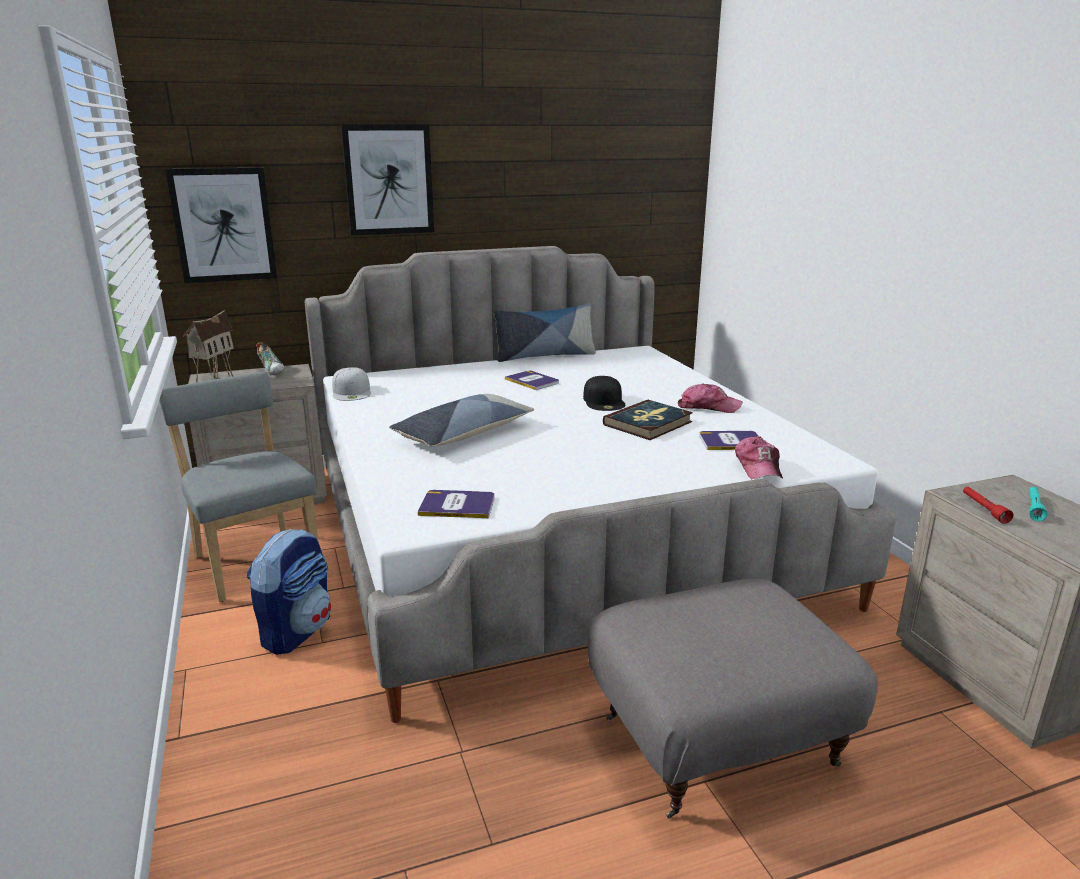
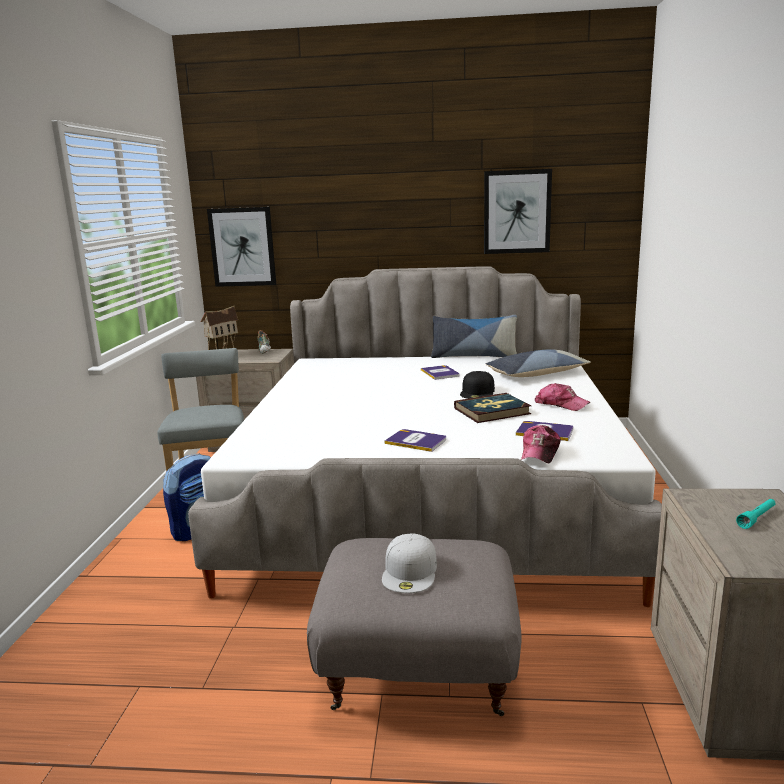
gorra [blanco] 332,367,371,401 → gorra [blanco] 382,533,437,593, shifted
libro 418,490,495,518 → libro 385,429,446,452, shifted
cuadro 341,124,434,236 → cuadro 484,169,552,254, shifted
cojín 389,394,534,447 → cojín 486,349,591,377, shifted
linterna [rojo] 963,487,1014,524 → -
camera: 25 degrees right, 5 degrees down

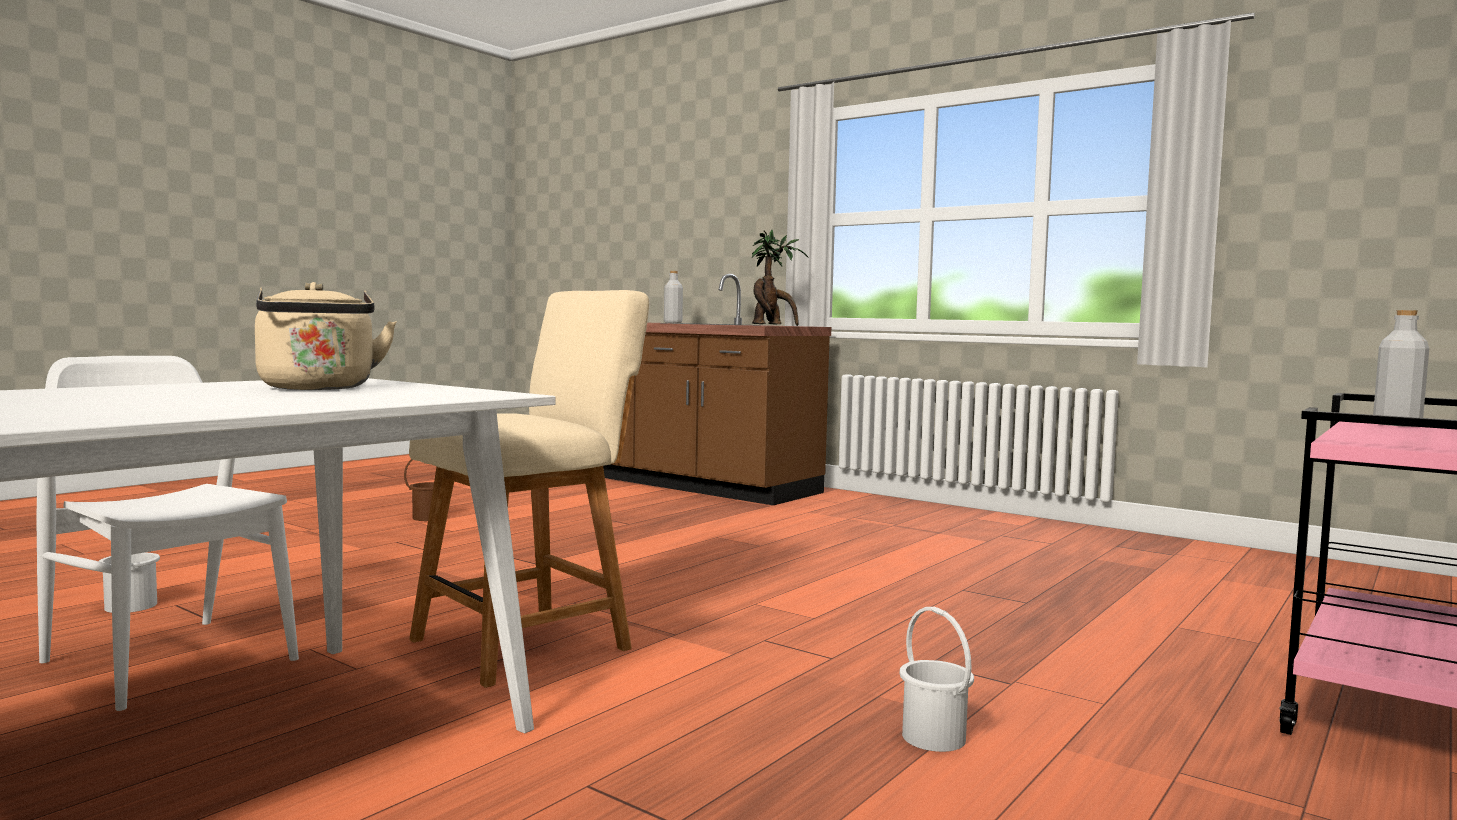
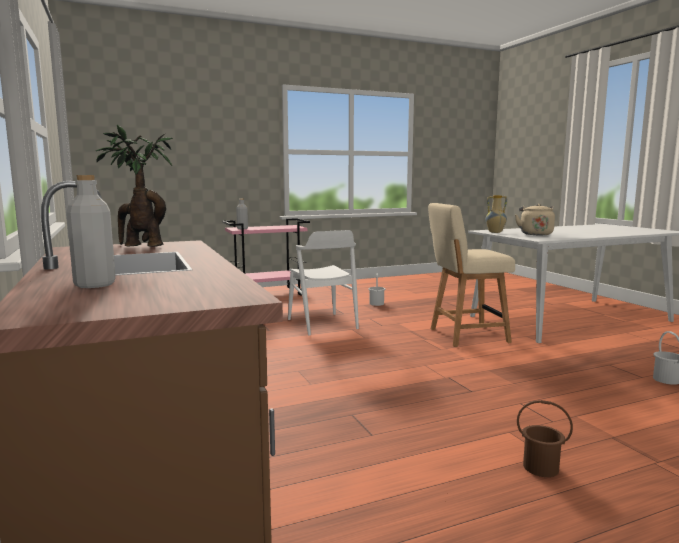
silla [blanco] 36,356,299,711 → silla [blanco] 288,230,359,335, shifted
- → florero 486,195,507,233
camera: 150 degrees left, 5 degrees up

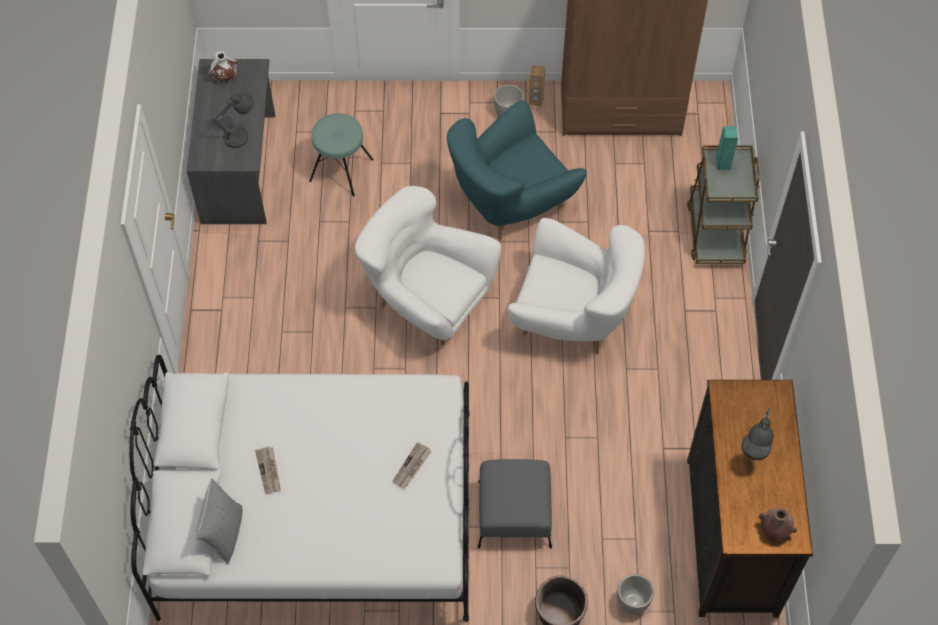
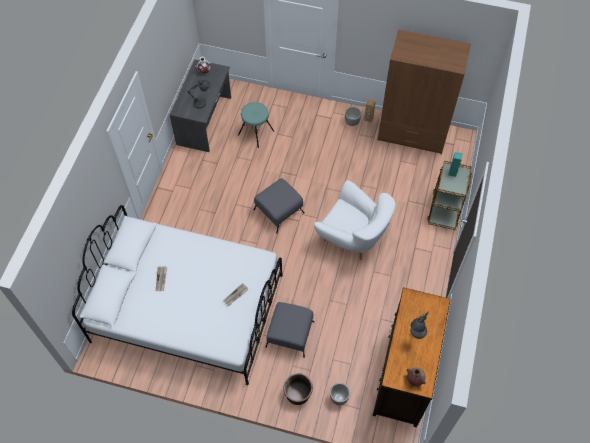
sillón [blanco] 355,186,501,345 → puf [gris] 253,178,304,234
cojín [gris] 196,478,243,565 → -
sillón [turquesa] 447,100,587,240 → -
camera: 15 degrees right, 0 degrees up

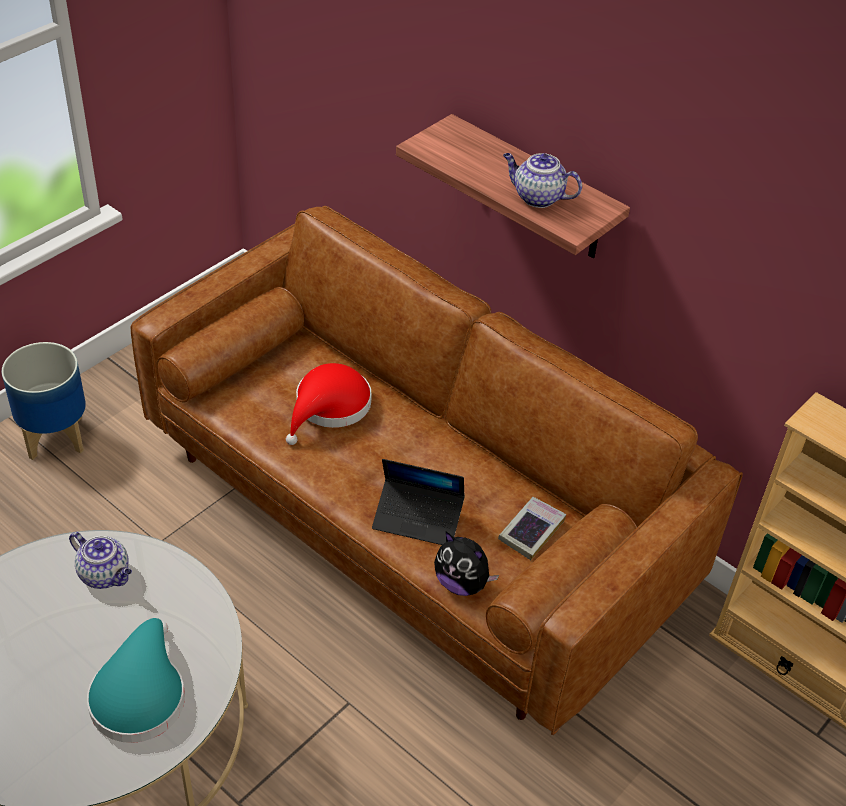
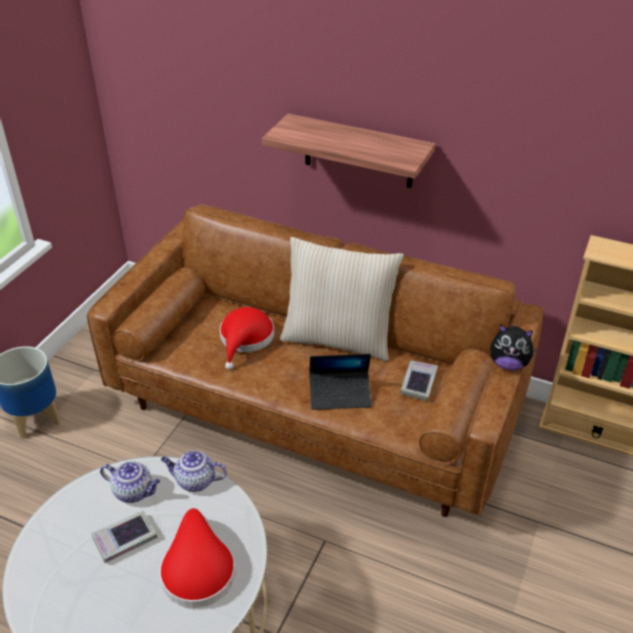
- → libro 91,510,158,563
sombrero [turquesa] 87,618,185,743 → sombrero [rojo] 159,508,235,608
tetera 503,153,582,208 → tetera 161,450,227,492, shifted
- → cojín [beis] 280,237,404,361
peluche 434,532,499,596 → peluche 490,324,537,371, shifted
camera: 15 degrees left, 5 degrees down

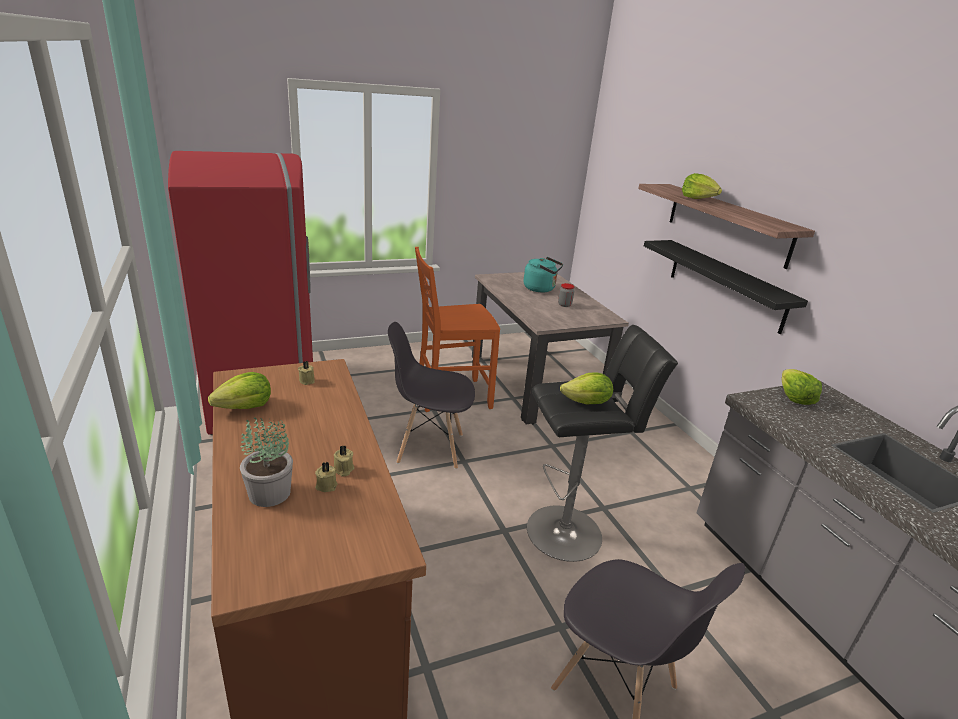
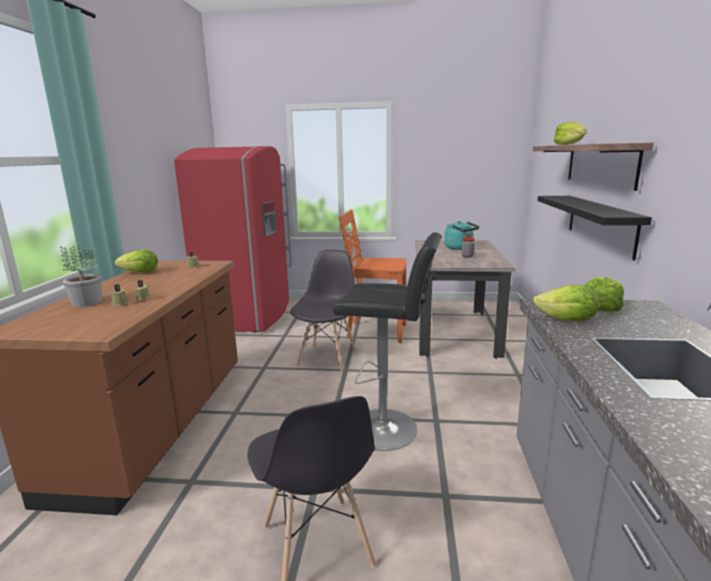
silla [gris] 388,322,475,469 → silla [gris] 291,250,357,372, 75 degrees clockwise
lechuga 560,373,613,404 → lechuga 533,285,599,321, shifted
camera: 30 degrees right, 10 degrees down

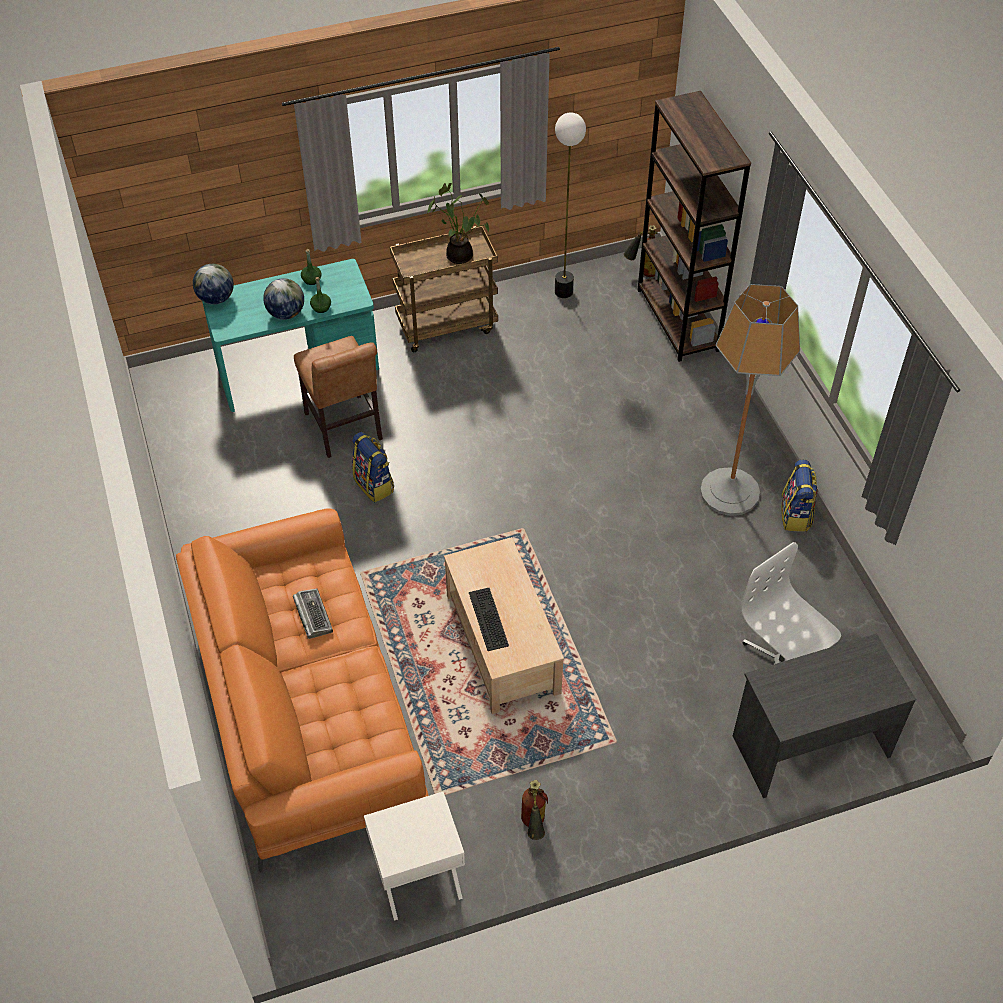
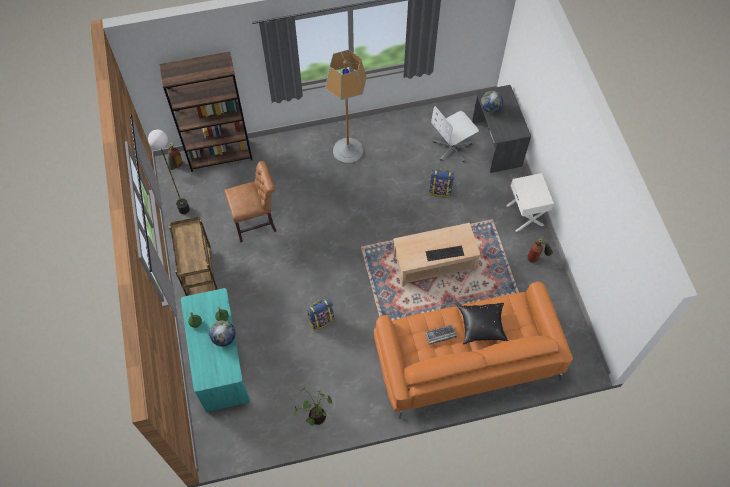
silla [marrón] 294,336,383,458 → silla [marrón] 224,161,276,242, shifted
planta en maceta 427,183,489,264 → planta en maceta 294,387,333,426, shifted
mochila 781,460,818,532 → mochila 429,169,454,198, shifted
- → cojín [negro] 458,303,508,344
globo terráqueo 193,264,234,305 → globo terráqueo 481,91,503,113, shifted
mesita de noche [blanco] 364,792,465,921 → mesita de noche [blanco] 506,173,554,232, shifted
camera: 85 degrees left, 10 degrees up

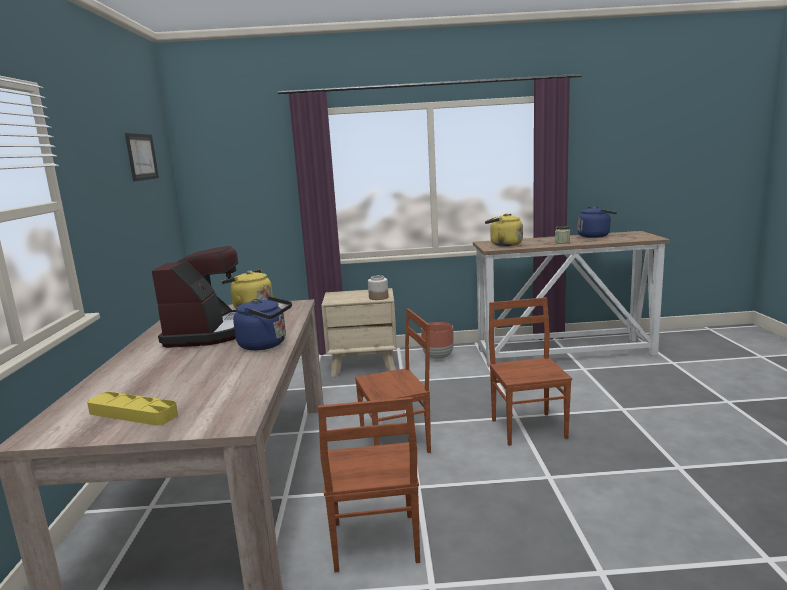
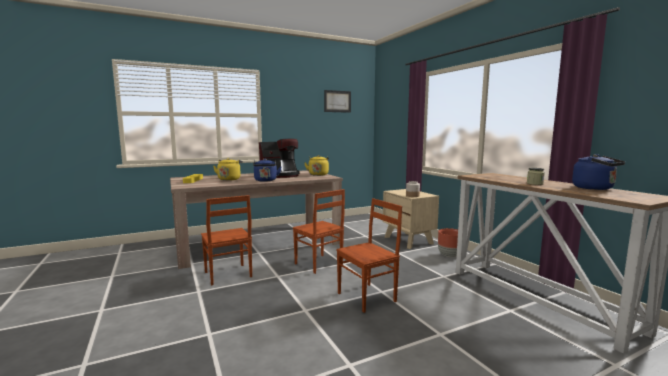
silla [marrón] 318,397,420,573 → silla [marrón] 201,195,252,286, 90 degrees counterclockwise
hervidor [amarillo] 485,214,523,246 → hervidor [amarillo] 213,158,243,181, shifted
camera: 65 degrees right, 5 degrees down

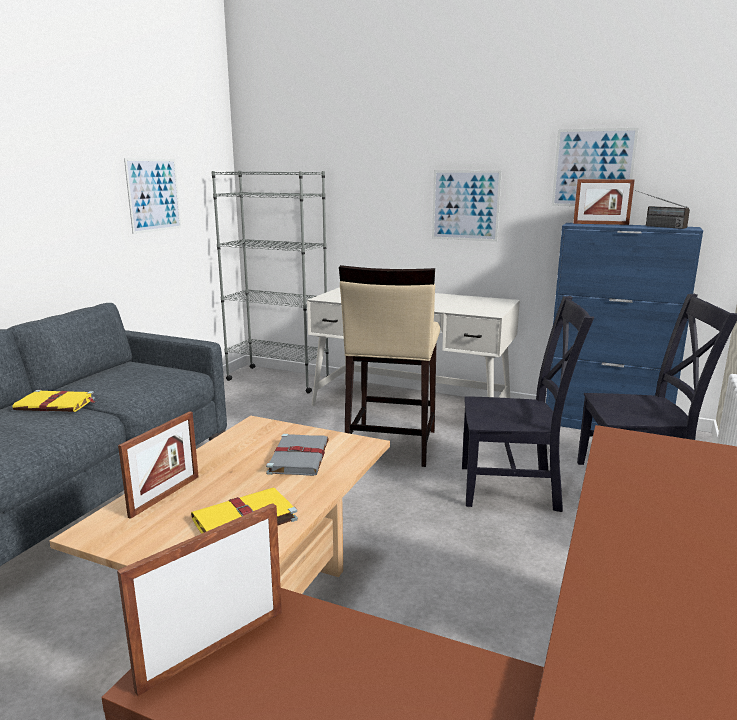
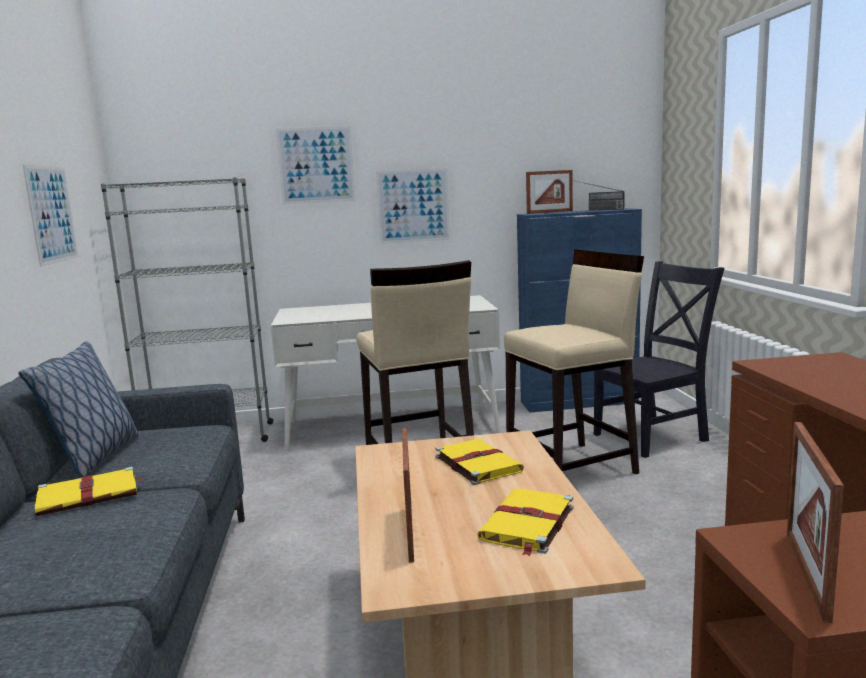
- → cojín 19,341,139,478
cuadro 552,128,639,206 → cuadro 276,126,356,204, shifted
libro [gris] 266,434,329,476 → libro [amarillo] 435,439,524,485
silla [negro] 462,296,594,512 → taburete [beis] 504,249,644,474
camera: 30 degrees left, 5 degrees down

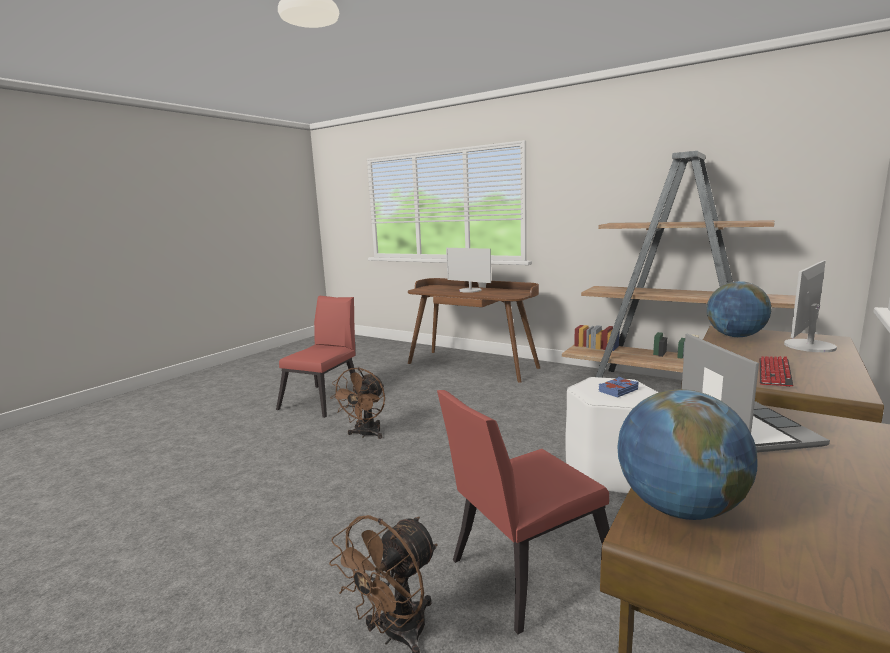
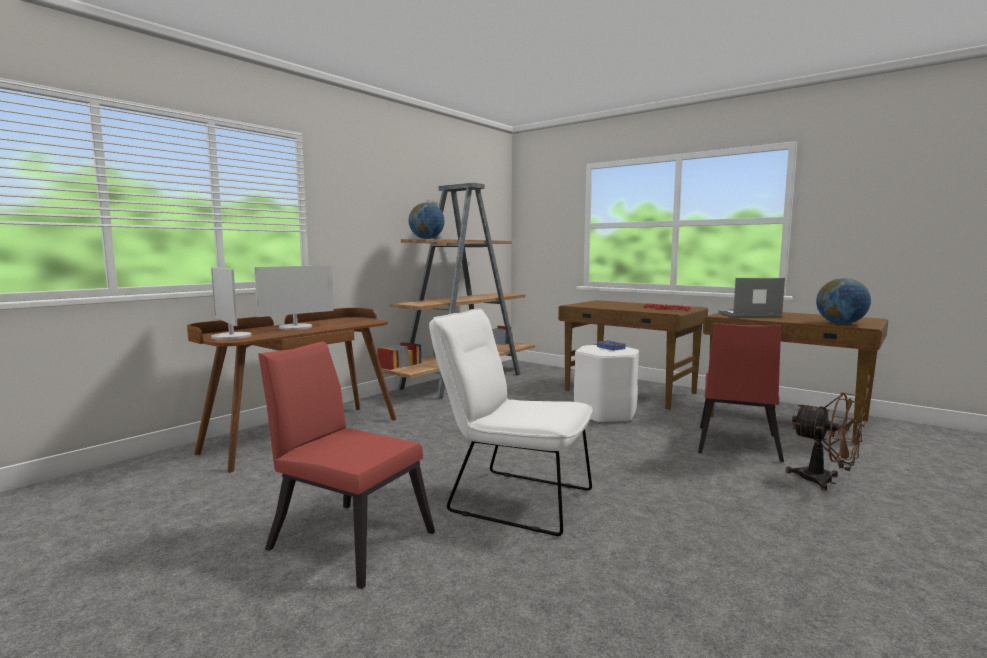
monitor 784,260,837,352 → monitor 211,267,251,339, shifted
globo terráqueo 707,281,771,337 → globo terráqueo 409,203,445,239, shifted
ventilador [marrón] 330,367,385,439 → silla [blanco] 429,308,593,536
silla [rojo] 437,390,610,634 → silla [rojo] 698,323,784,462, 45 degrees clockwise
camera: 85 degrees left, 5 degrees down

